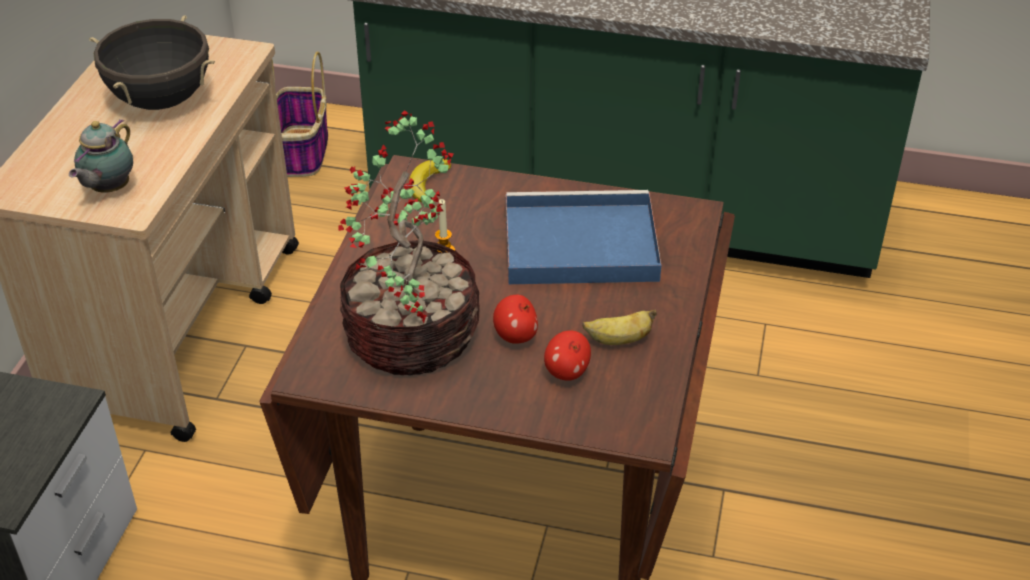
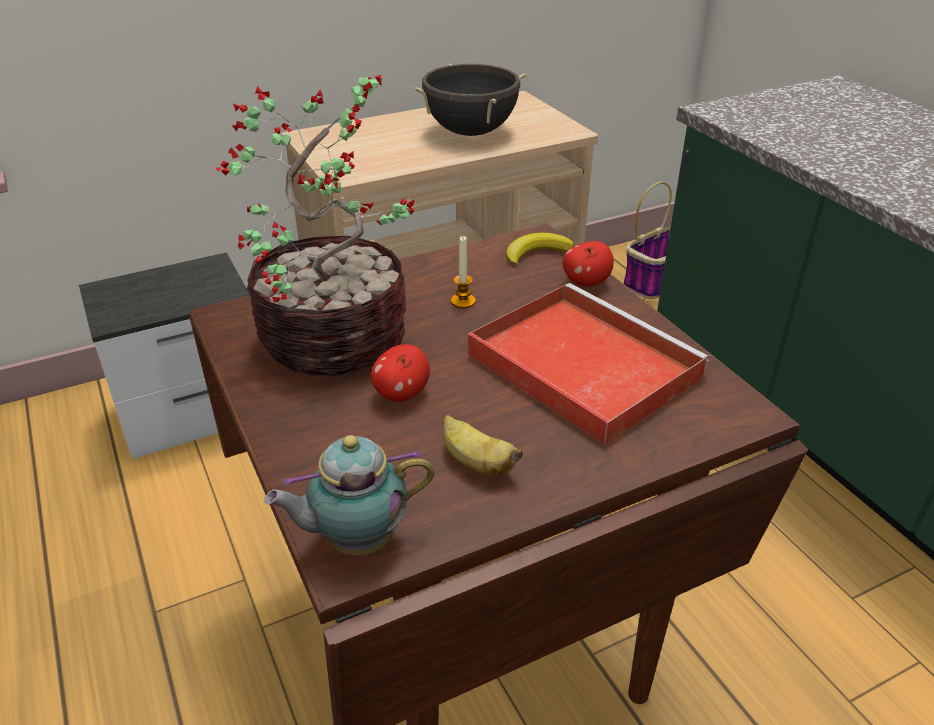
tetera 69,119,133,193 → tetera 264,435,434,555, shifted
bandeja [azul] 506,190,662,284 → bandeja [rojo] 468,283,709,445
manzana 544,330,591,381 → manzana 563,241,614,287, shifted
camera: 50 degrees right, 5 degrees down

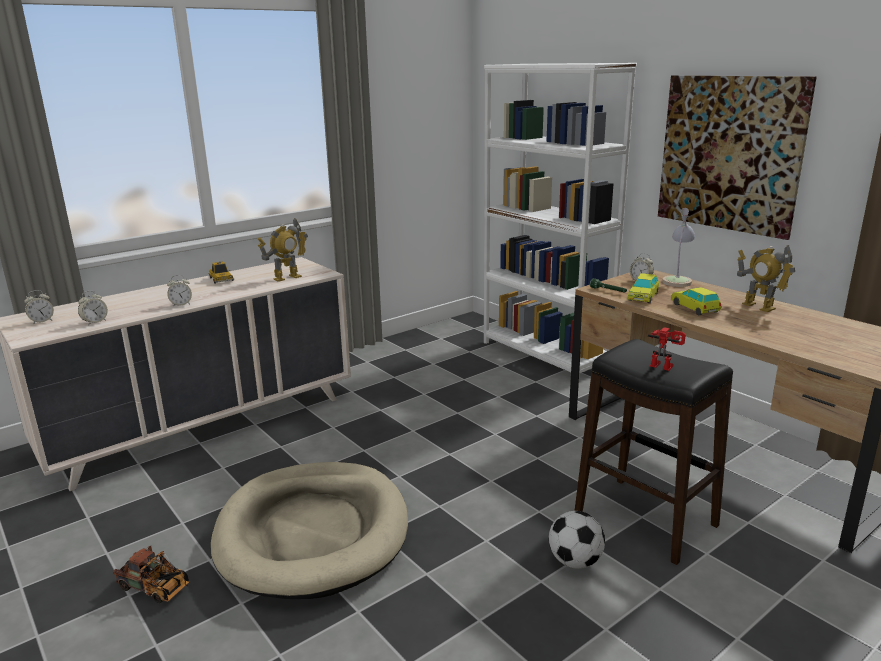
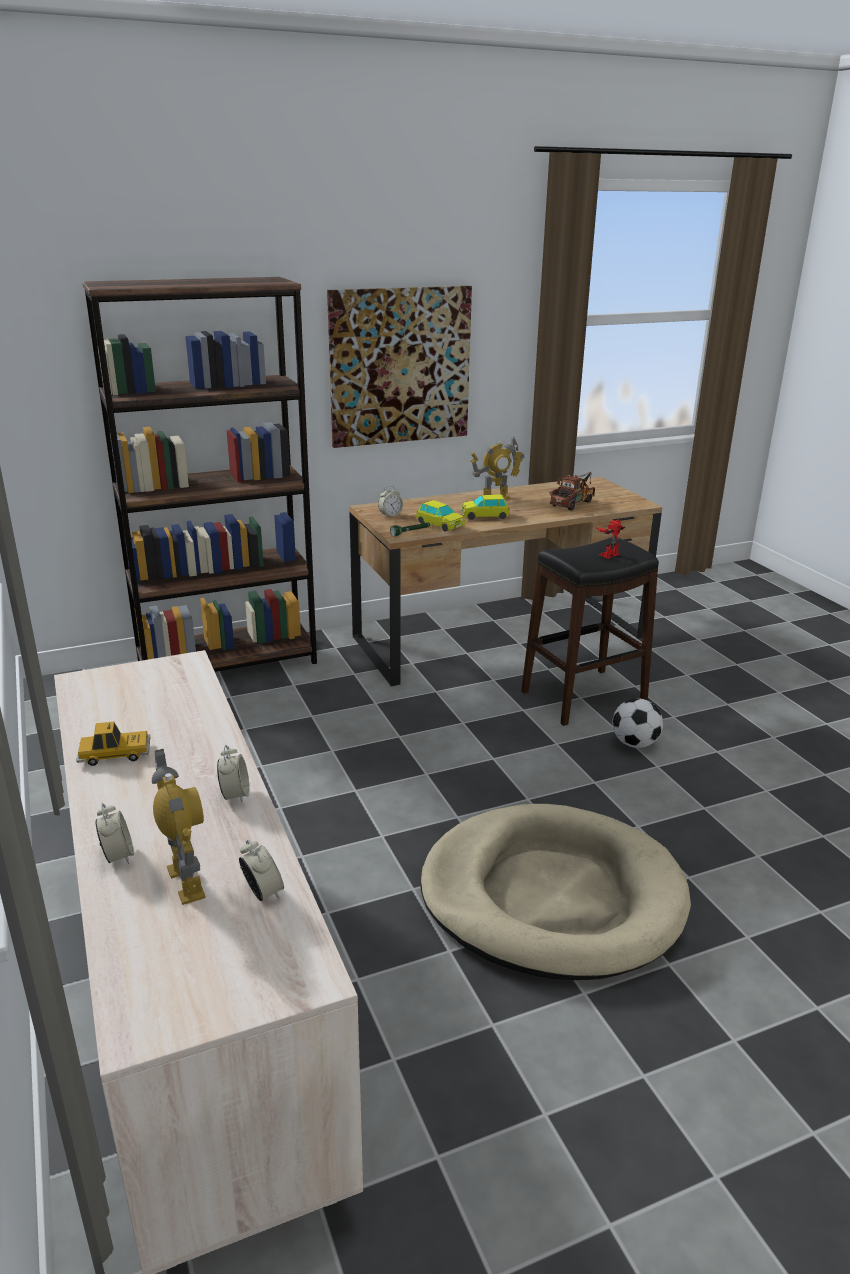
estantería [blanco] 484,63,637,374 → estantería [marrón] 82,277,317,672
despertador 24,290,54,324 → despertador 95,803,134,864, shifted
robot de juguete 257,218,308,282 → robot de juguete 152,749,206,905, shifted
camión de juguete 113,546,189,604 → camión de juguete 550,472,595,510, shifted
lámpara de mesa 662,208,695,287 → -
camera: 75 degrees left, 5 degrees up

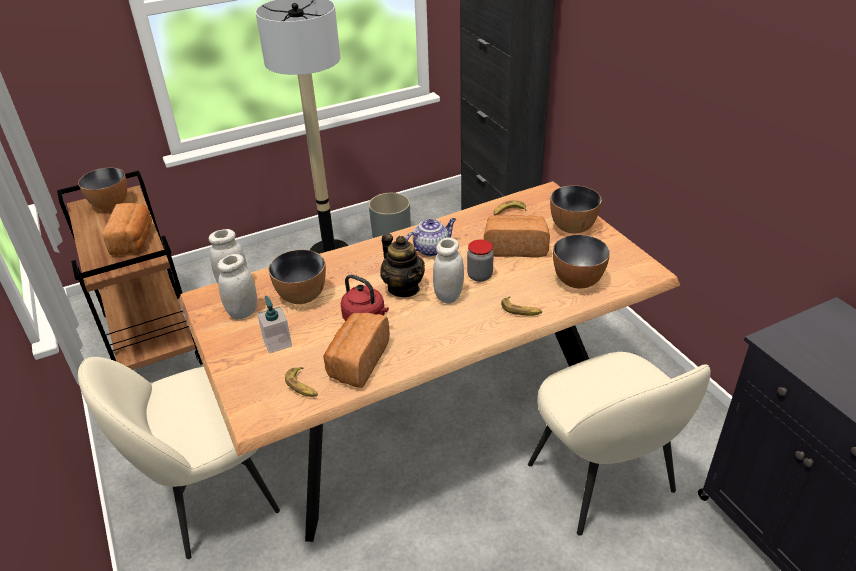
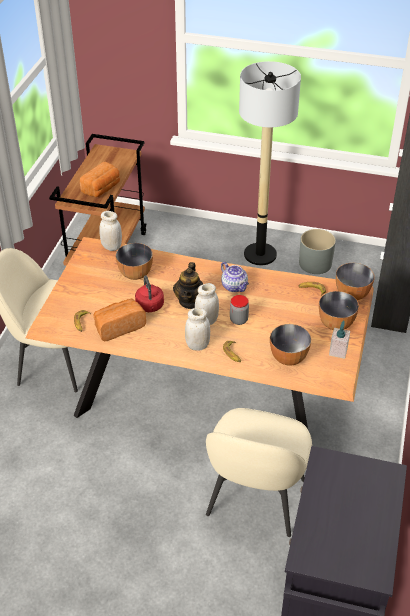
tarro [blanco] 217,254,257,320 → tarro [blanco] 185,308,210,351, shifted
tetera 405,218,456,256 → tetera 221,262,249,292, 45 degrees clockwise
dispensador de jabón 257,296,292,354 → dispensador de jabón 329,321,350,359, shifted
cuenco 78,168,127,210 → cuenco 336,263,374,300, shifted
pan 484,215,550,257 → -
camera: 40 degrees right, 5 degrees up

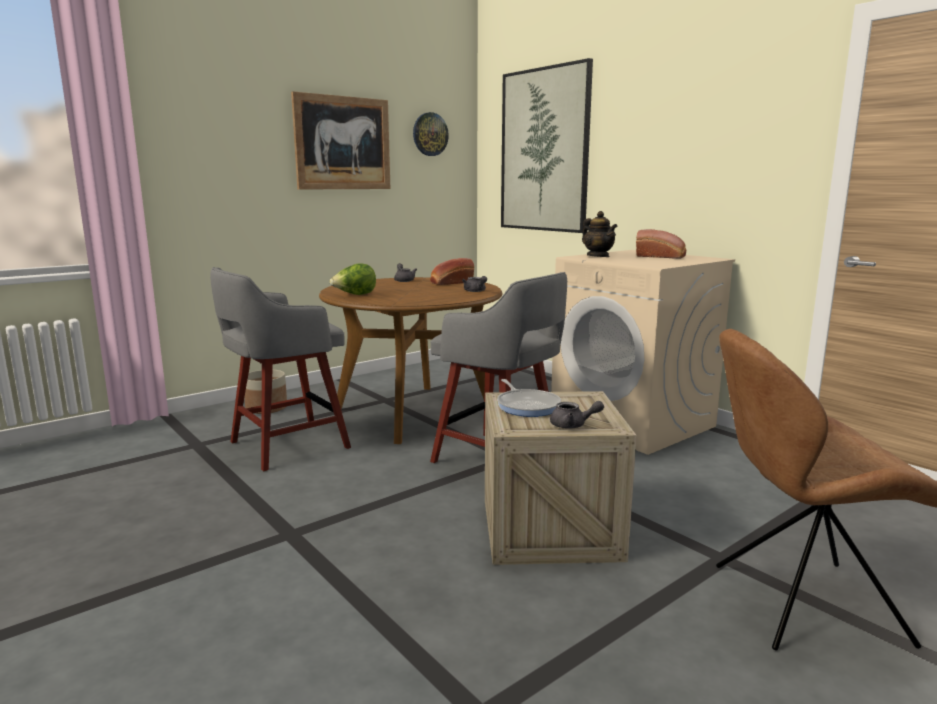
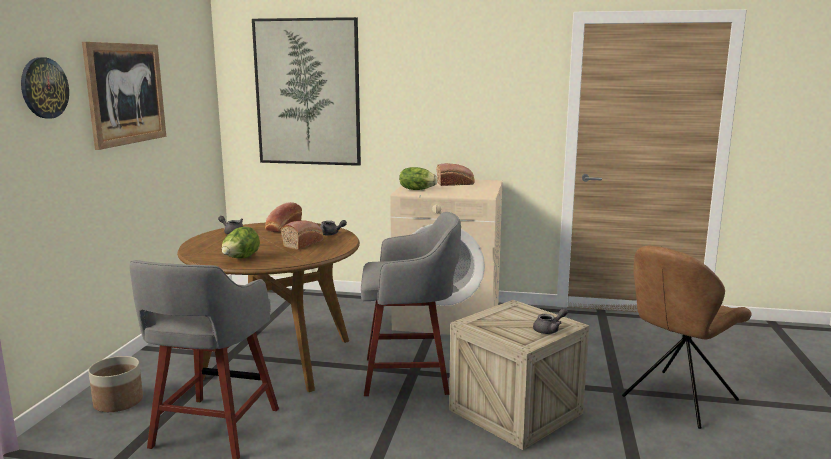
reloj de pared 413,112,449,156 → reloj de pared 21,57,69,119, shifted
- → pan 281,220,324,250
tetera 582,211,617,257 → lechuga 399,167,438,190
sartén 497,379,561,417 → -
camera: 40 degrees left, 0 degrees up

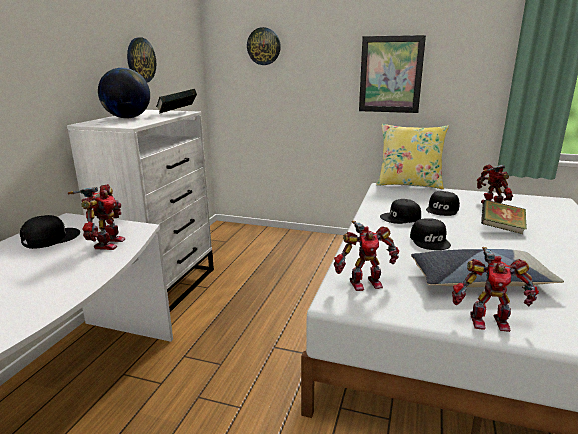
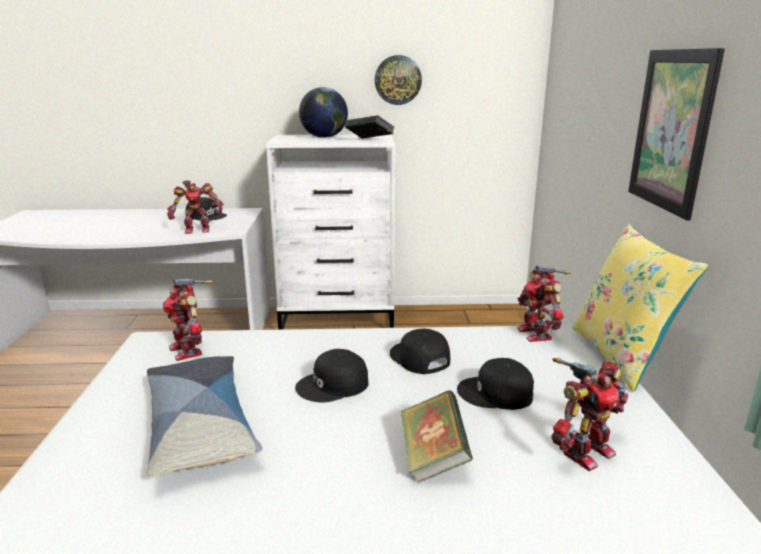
robot de juguete 452,247,539,332 → robot de juguete 517,266,571,342, shifted
reloj de pared 247,27,281,65 → -
camera: 70 degrees right, 0 degrees up

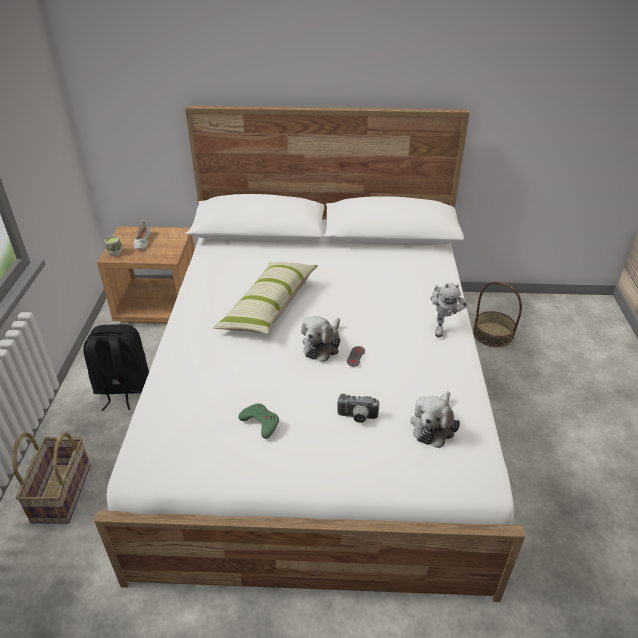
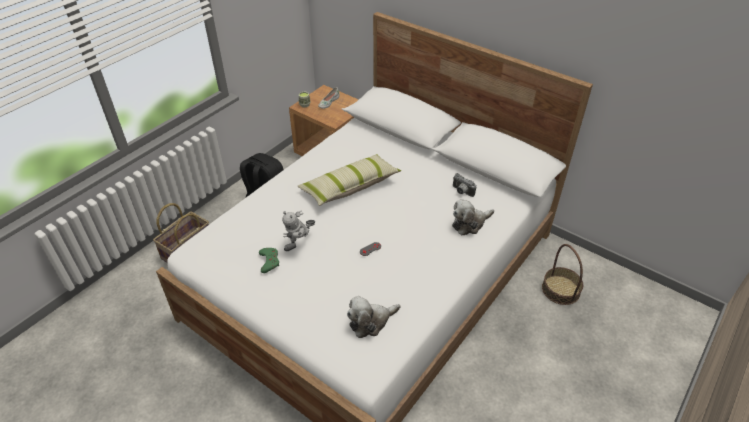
robot de juguete 431,283,468,337 → robot de juguete 282,210,315,251, shifted
peluche 301,316,341,362 → peluche 452,199,494,236, shifted
cámara 337,394,380,423 → cámara 453,173,477,197, shifted
camera: 35 degrees right, 5 degrees up

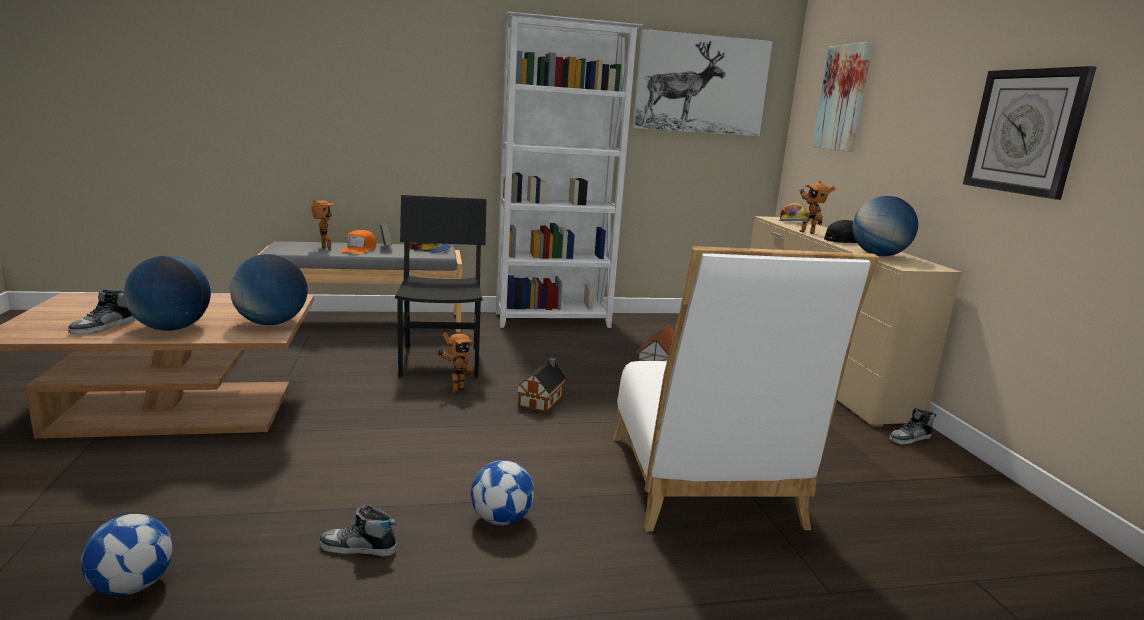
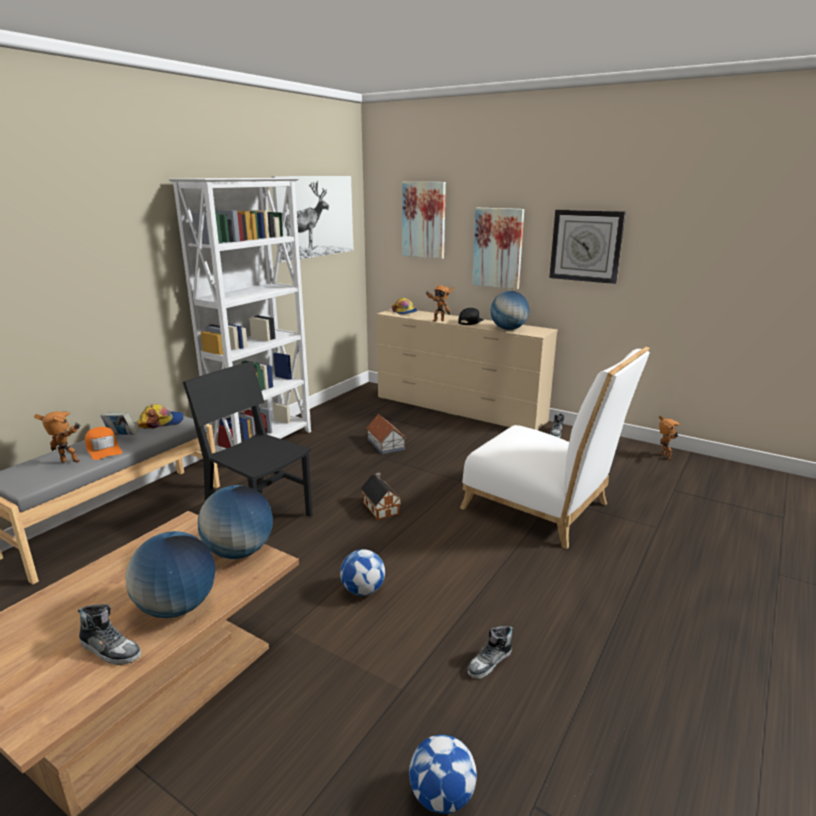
zapato 68,289,136,335 → zapato 78,604,141,665, 45 degrees counterclockwise
balón de fútbol 471,460,534,525 → balón de fútbol 340,549,385,596, shifted
- → cuadro 472,208,524,289
robot de juguete 438,331,475,394 → robot de juguete 659,416,680,460, shifted
camera: 45 degrees left, 5 degrees up

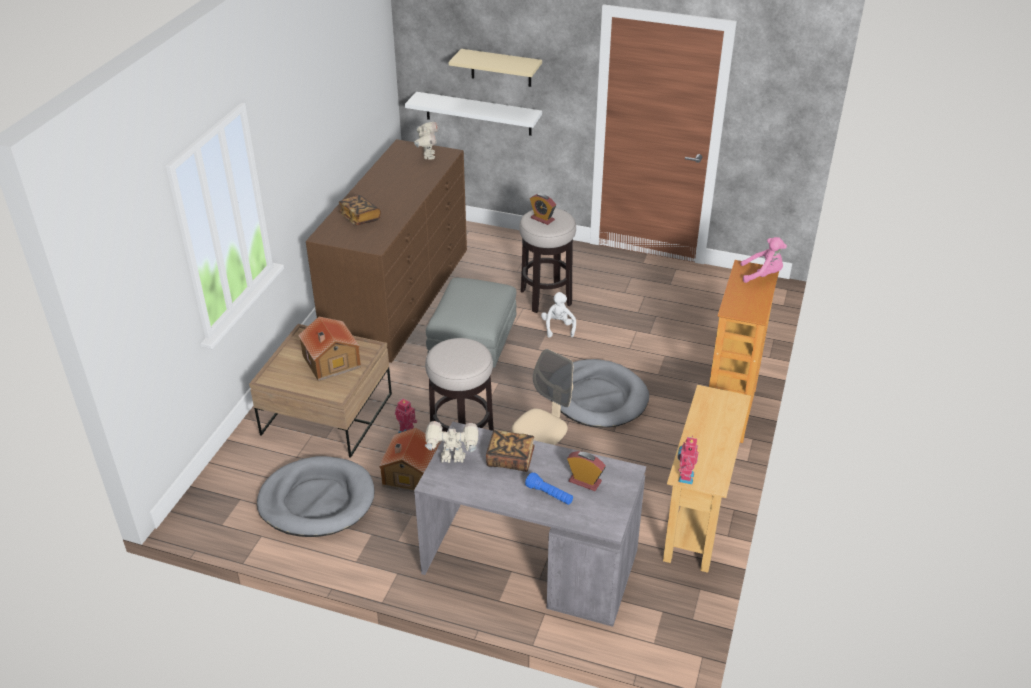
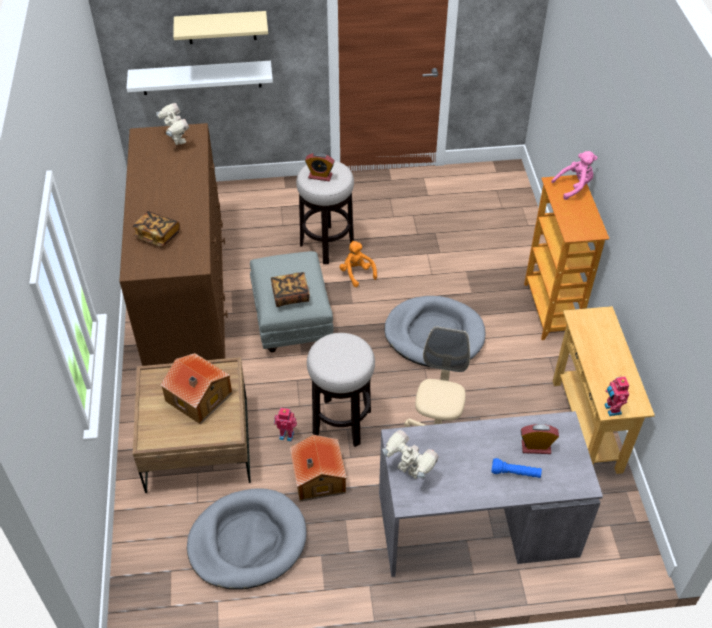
libro 486,430,535,472 → libro 271,272,310,307, shifted
peluche [blanco] 541,292,576,338 → peluche [naranja] 339,241,377,287
robot de juguete 424,421,478,463 → robot de juguete 382,430,439,479, 60 degrees clockwise
camera: 25 degrees left, 10 degrees up

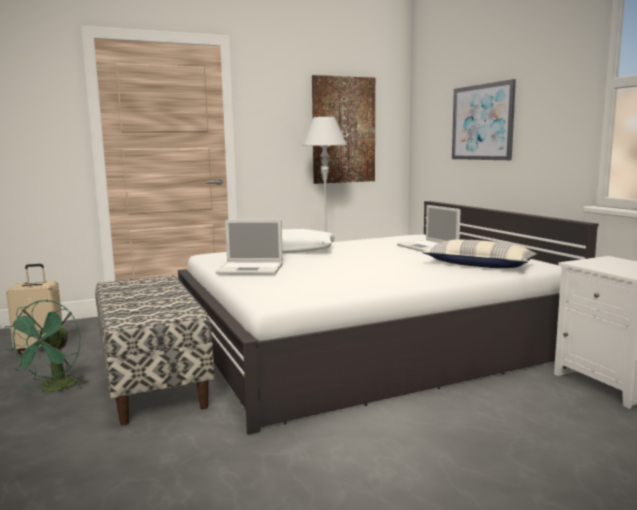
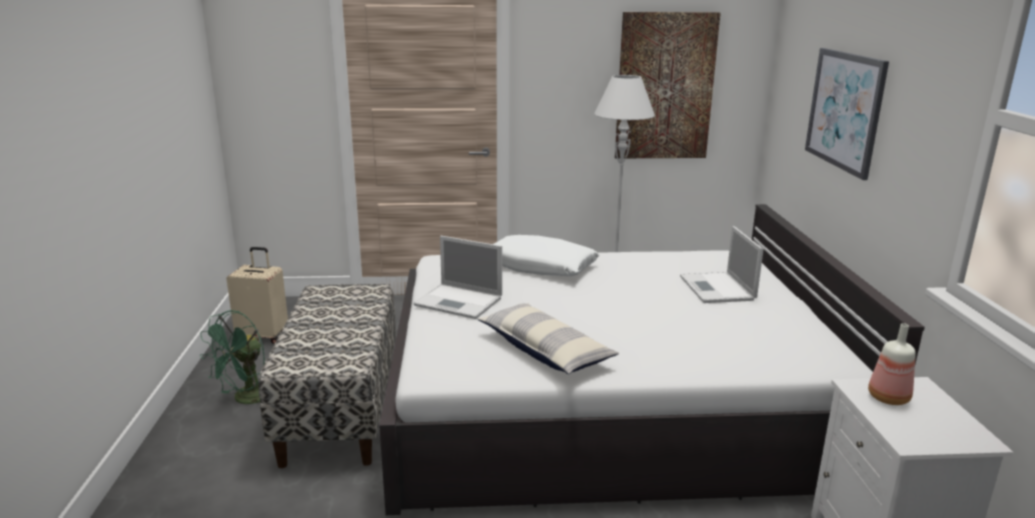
cojín 422,240,537,268 → cojín 478,303,619,374, shifted
- → botella 868,323,916,405
camera: 20 degrees right, 10 degrees up

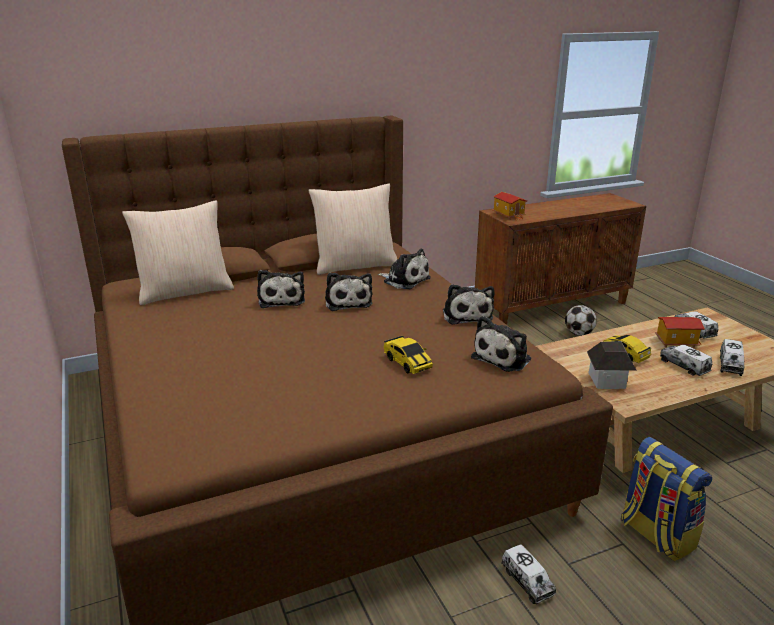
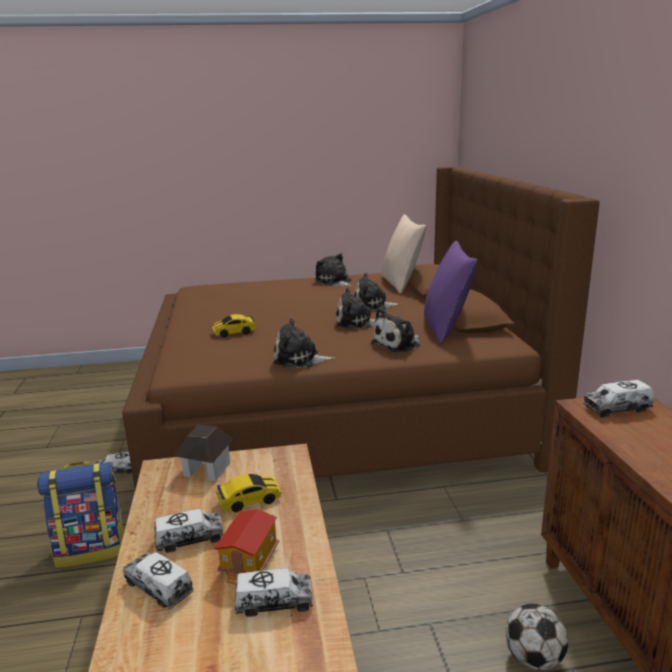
peluche 471,316,531,372 → peluche 315,253,351,286, shifted
cojín [beis] 308,184,397,275 → cojín [morado] 424,241,477,345
casita 493,192,527,220 → camión de juguete 583,380,654,418
camera: 105 degrees right, 5 degrees down

